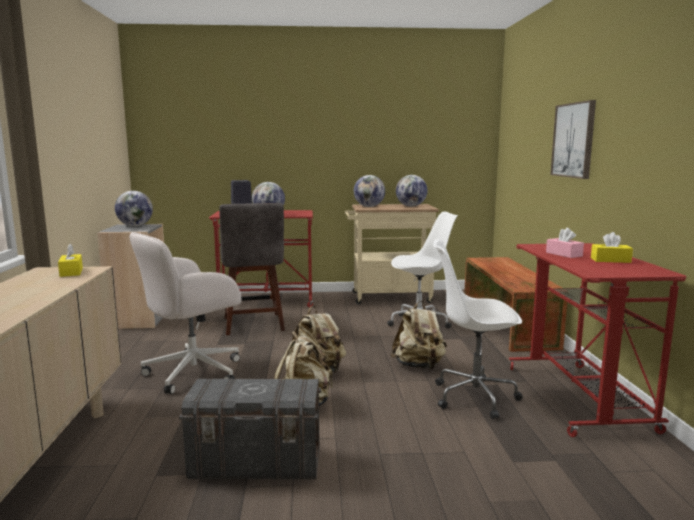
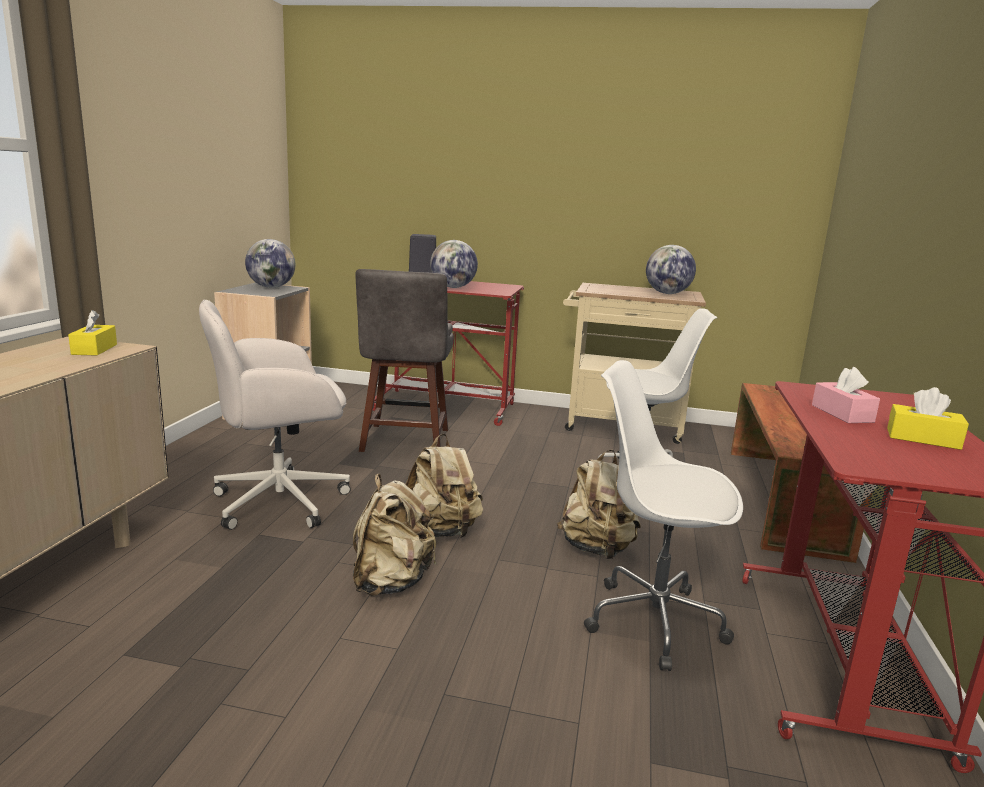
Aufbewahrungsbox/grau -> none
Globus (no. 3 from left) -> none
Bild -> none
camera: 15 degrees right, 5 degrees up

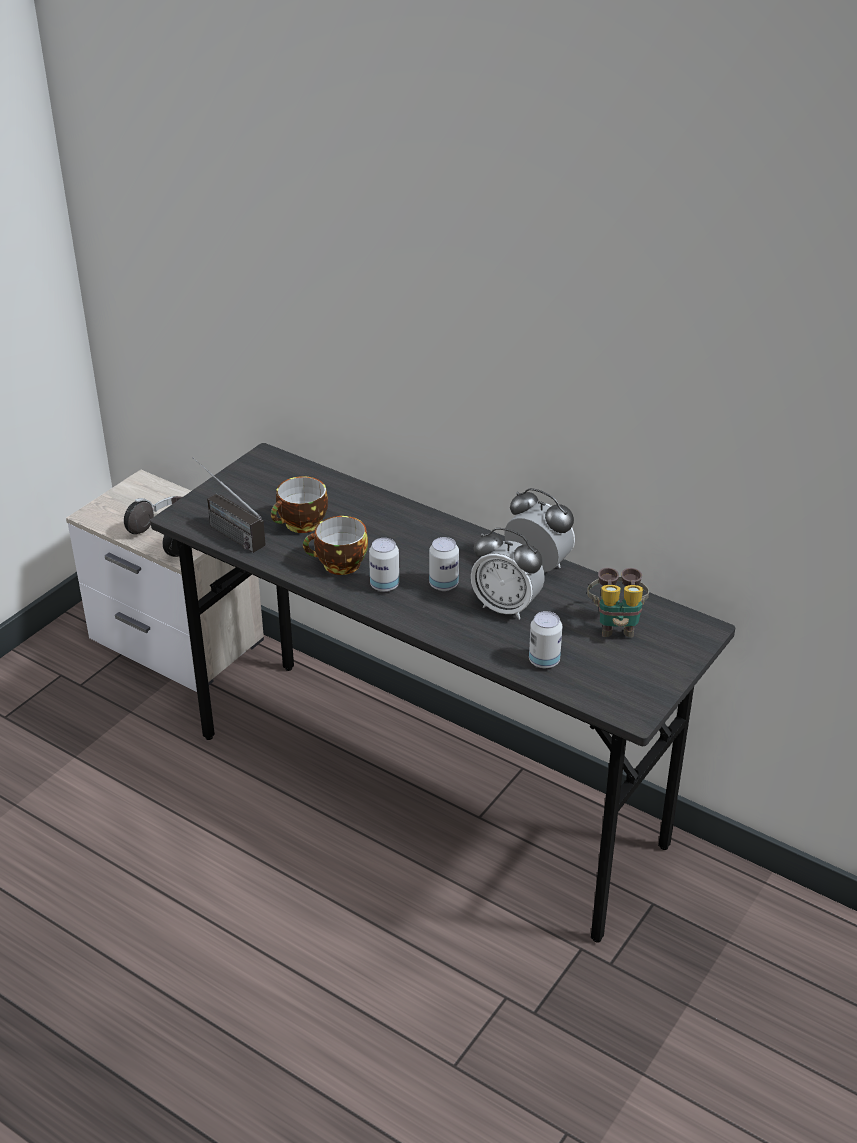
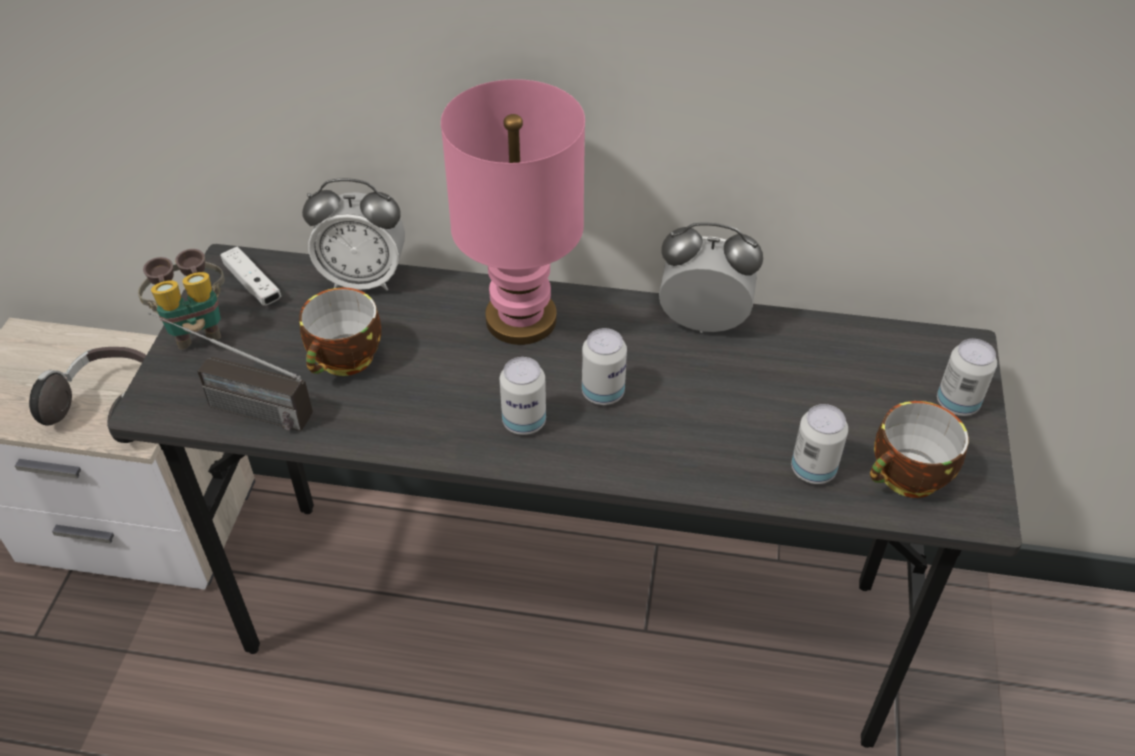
Tasse (no. 2 from left), shifted
Wecker (no. 1 from left), shifted
Fernglas, shifted
none -> Gamepad/weiß
none -> Tischlampe/rosa
none -> Dose (no. 4 from left)
camera: 25 degrees left, 10 degrees up

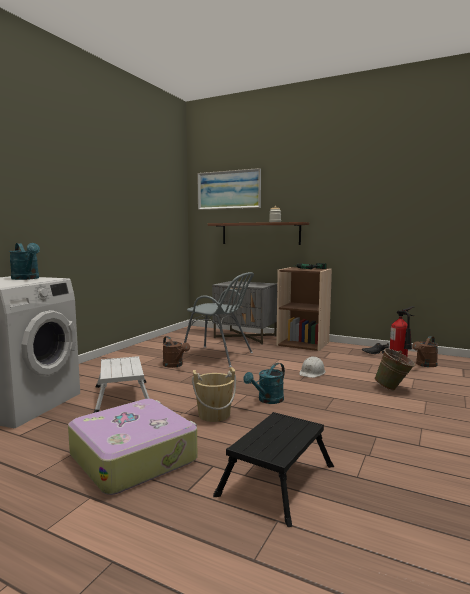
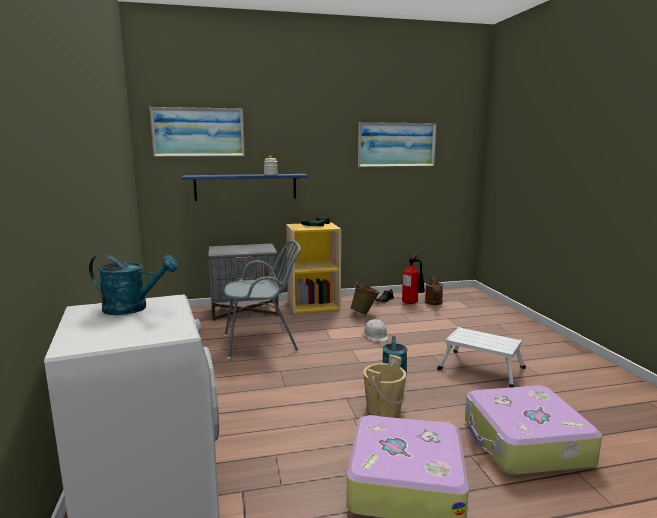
Trittleiter/weiß, shifted
Gießkanne/braun (no. 1 from left) -> none
Wandregal/braun -> Wandregal/blau
Trittleiter/schwarz -> Koffer (no. 2 from left)
Bücherregal/braun -> Bücherregal/gelb
Eimer/grün, shifted
none -> Bild (no. 2 from left)
camera: 40 degrees left, 5 degrees up

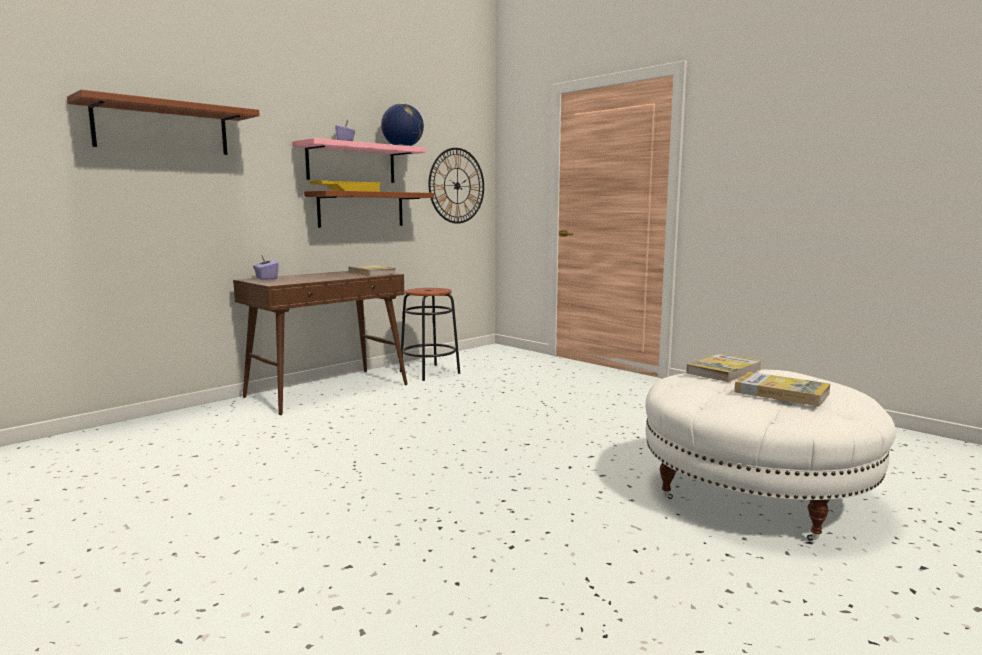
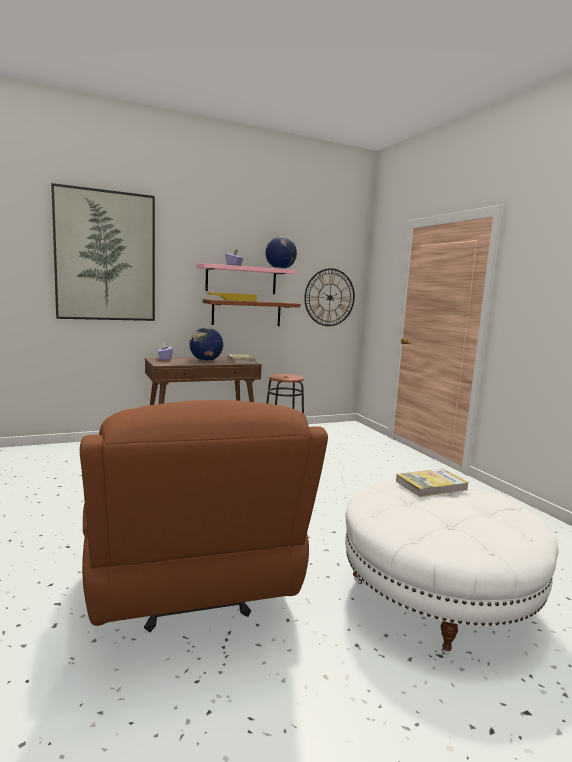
Wandregal/braun (no. 1 from left) -> Bild
Buch (no. 3 from left) -> none
none -> Sessel/braun
none -> Globus (no. 1 from left)
camera: 20 degrees right, 0 degrees up

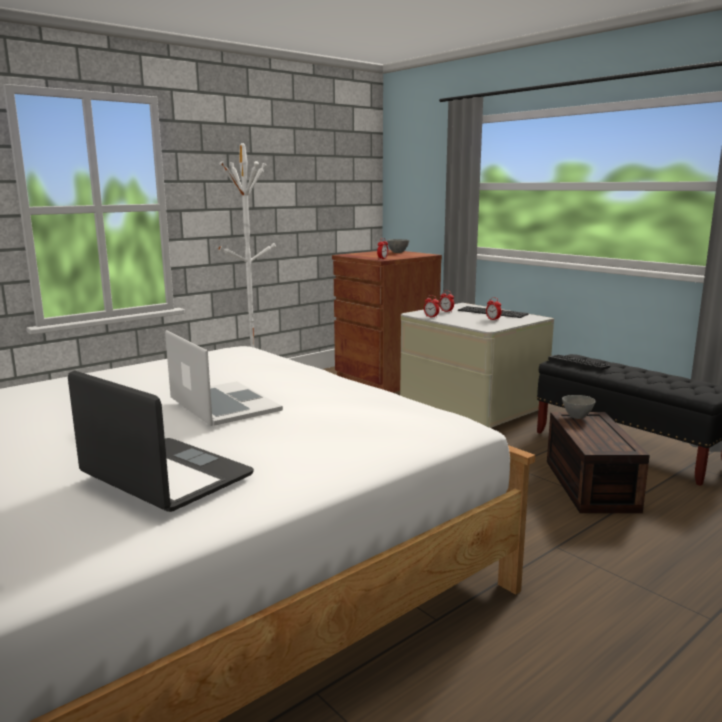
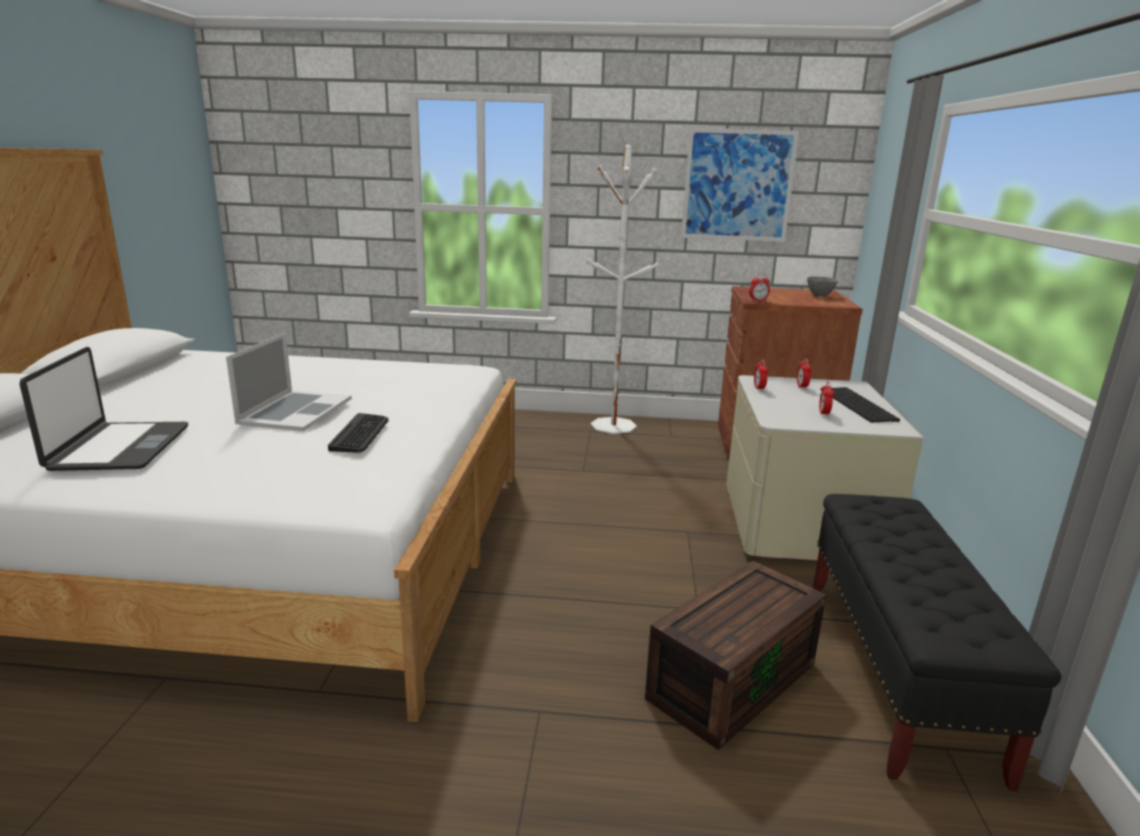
Tastatur (no. 2 from left in the first image) -> Tastatur (no. 1 from left), shifted
Schüssel/grau (no. 2 from left) -> none
none -> Bild
camera: 45 degrees right, 5 degrees up

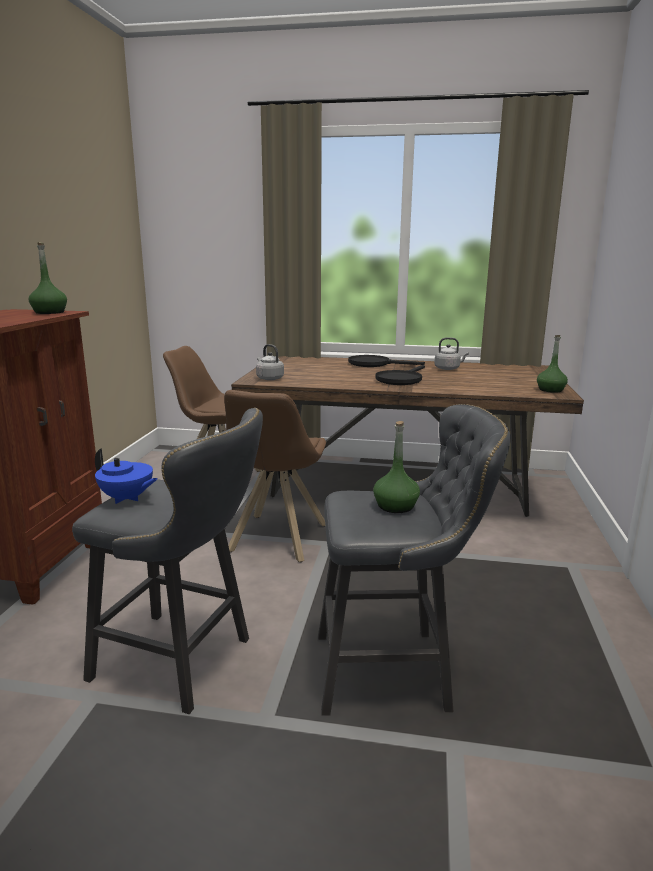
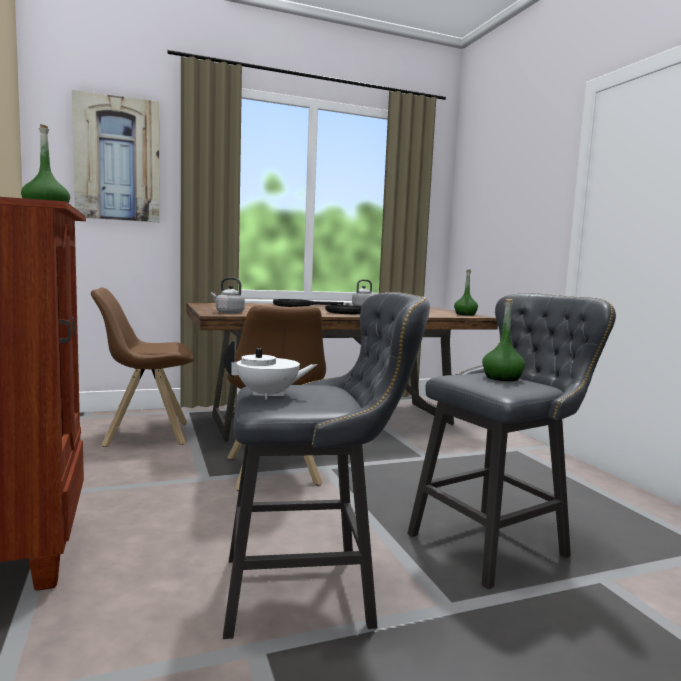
Teekanne/blau -> Teekanne/weiß
none -> Bild
camera: 30 degrees left, 10 degrees down

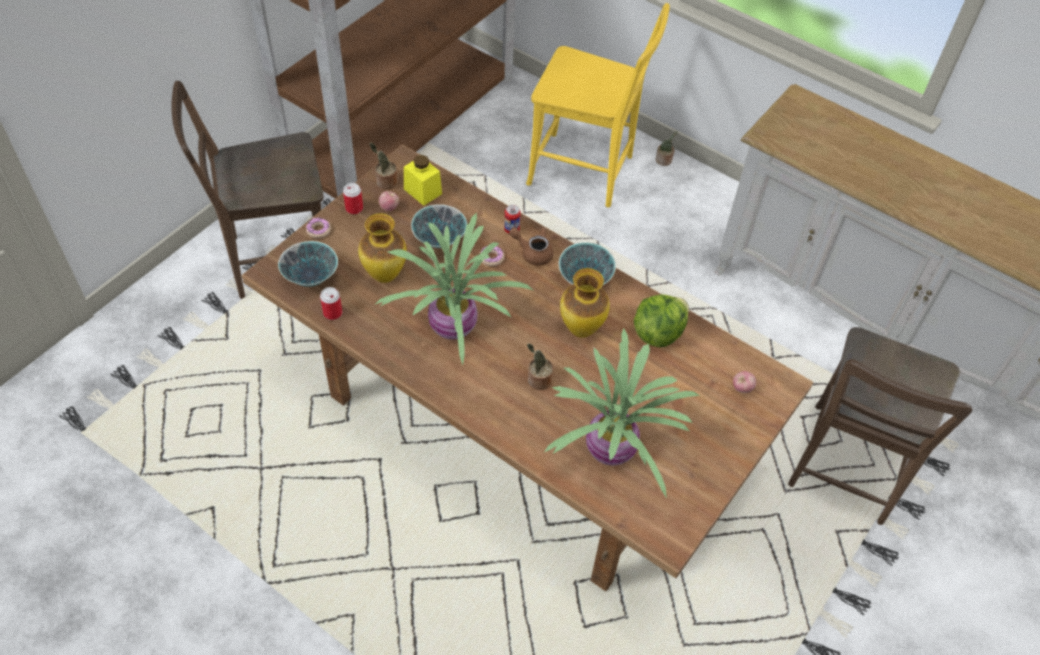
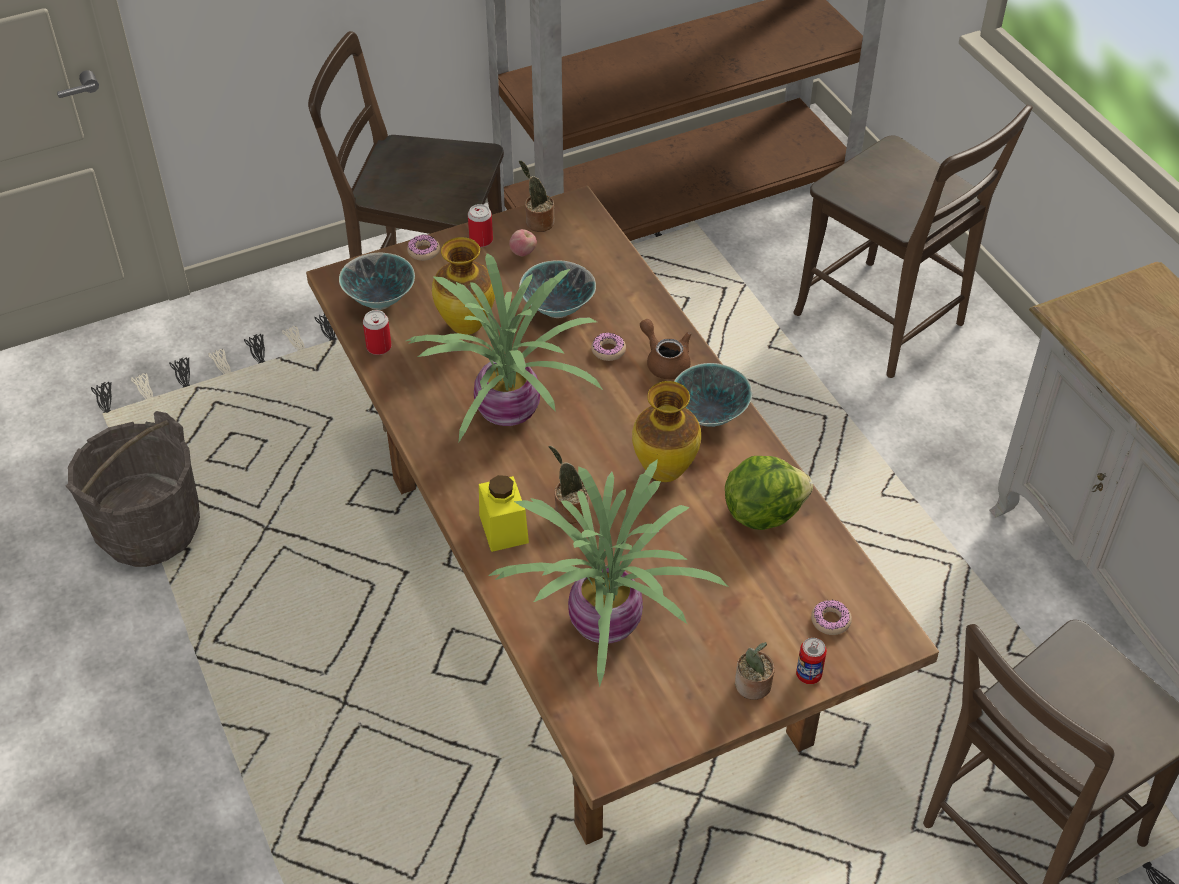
Vorratsglas/gelb, shifted
Dose (no. 3 from left), shifted
Stuhl/gelb -> Stuhl/braun (no. 2 from left)
Topfpflanze (no. 5 from left), shifted
Apfel (no. 2 from left) -> Donut (no. 3 from left)
none -> Eimer/grau
camera: 30 degrees right, 5 degrees down

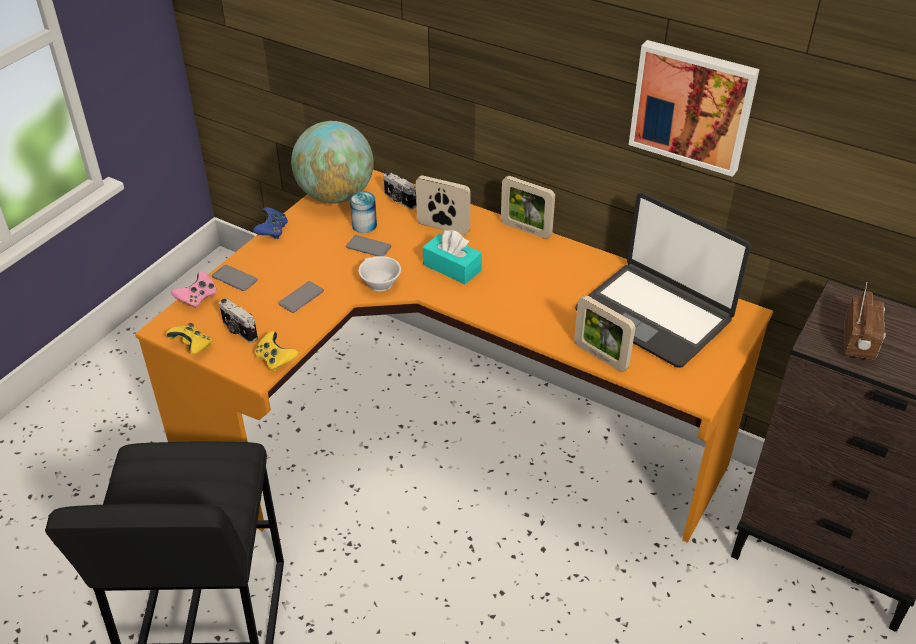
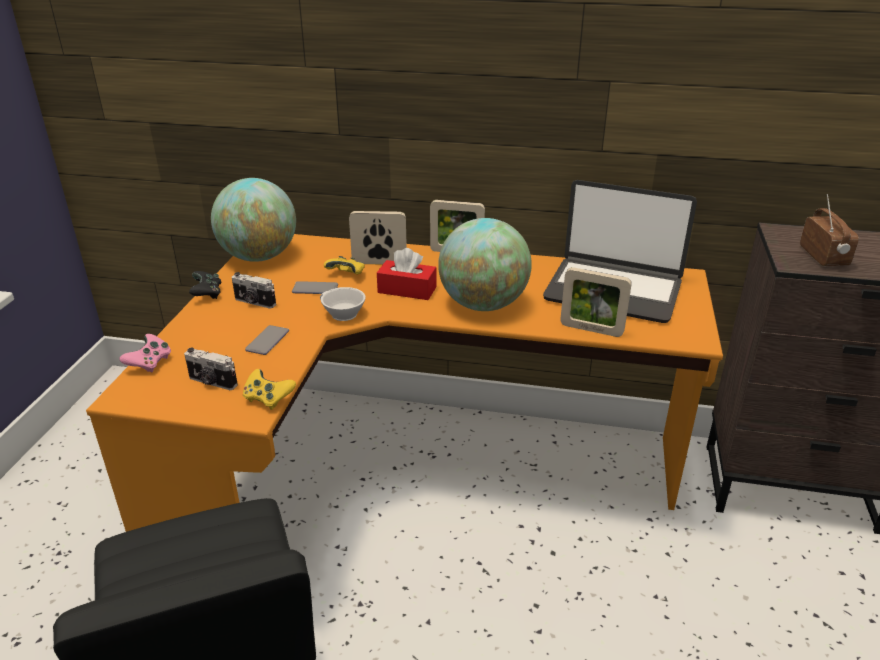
Gamepad/gelb (no. 1 from left in the first image) -> Gamepad/gelb (no. 2 from left), shifted
Handy (no. 1 from left) -> none
Gamepad/blau -> Gamepad/schwarz
Dose -> none
Kamera (no. 2 from left), shifted
Taschentuchbox/türkis -> Taschentuchbox/rot
Bild -> none
none -> Globus (no. 2 from left)
camera: 20 degrees left, 10 degrees down

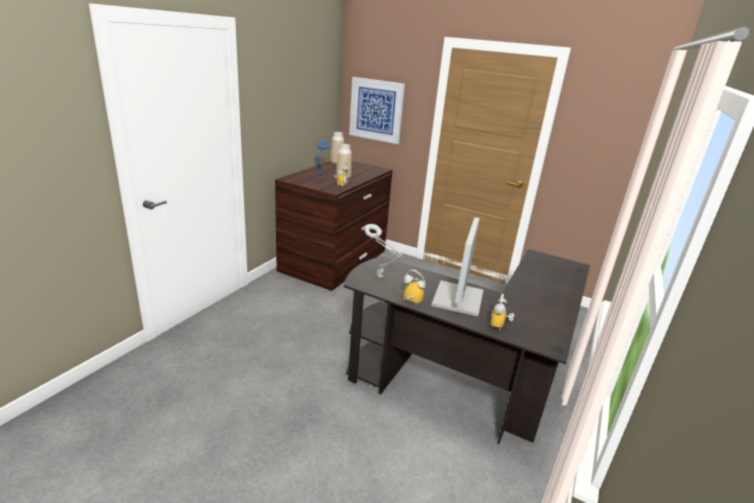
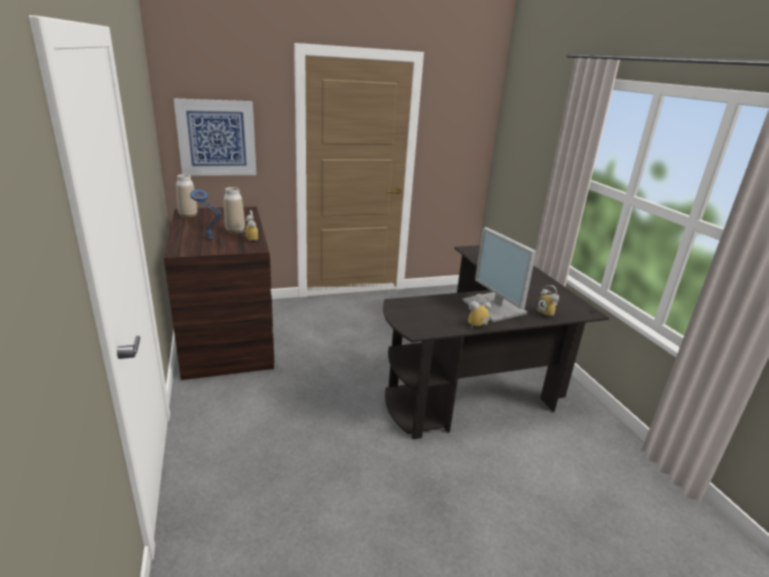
Tischlampe/grau -> none
camera: 45 degrees left, 0 degrees up

